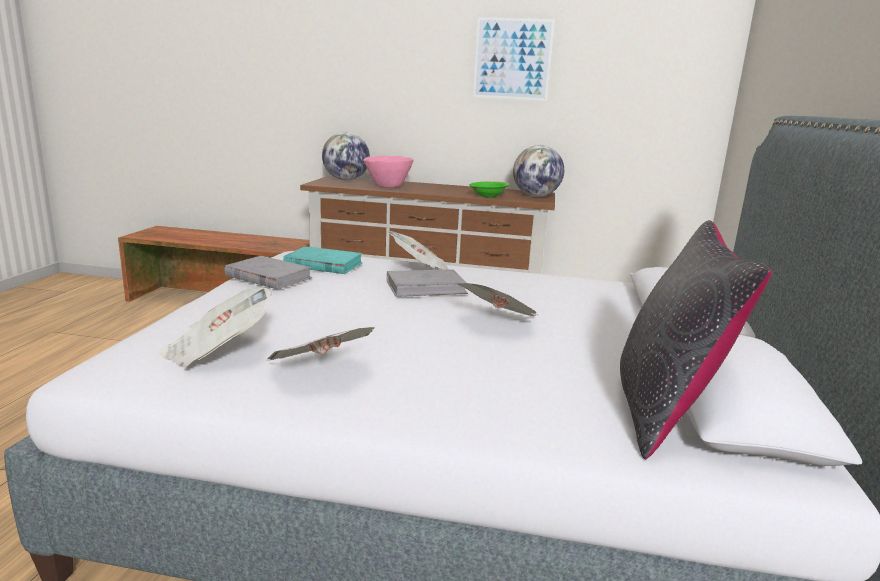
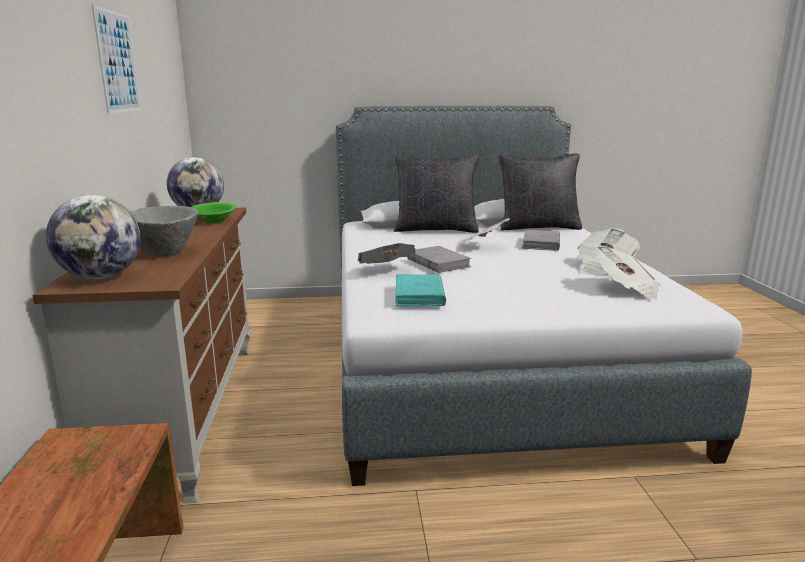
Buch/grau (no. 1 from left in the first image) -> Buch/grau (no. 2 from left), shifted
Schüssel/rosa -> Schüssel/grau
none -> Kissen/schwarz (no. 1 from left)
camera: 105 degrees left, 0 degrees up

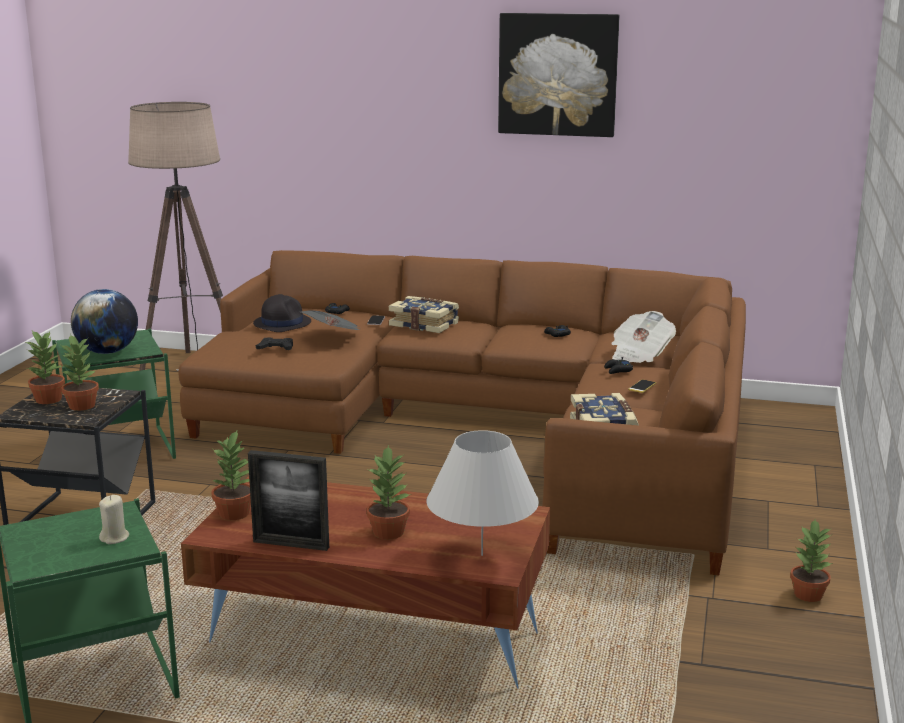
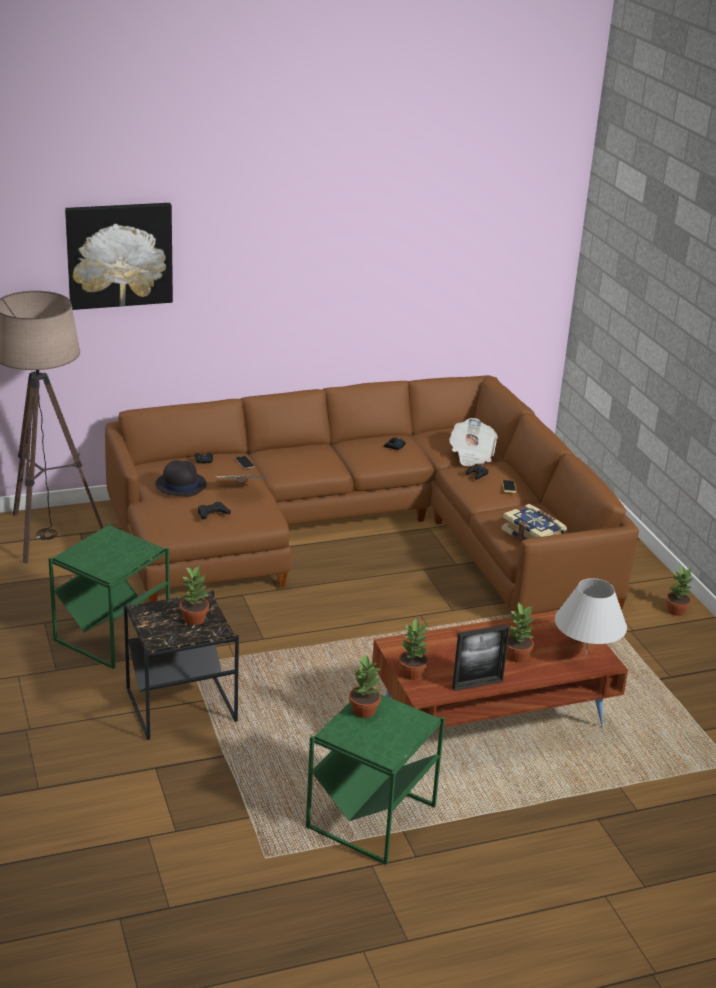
Topfpflanze (no. 1 from left in the first image) -> Topfpflanze (no. 2 from left), shifted
Globus -> none
Kerze/beige -> none
Buch (no. 1 from left) -> none
Bild, shifted
camera: 35 degrees left, 10 degrees up

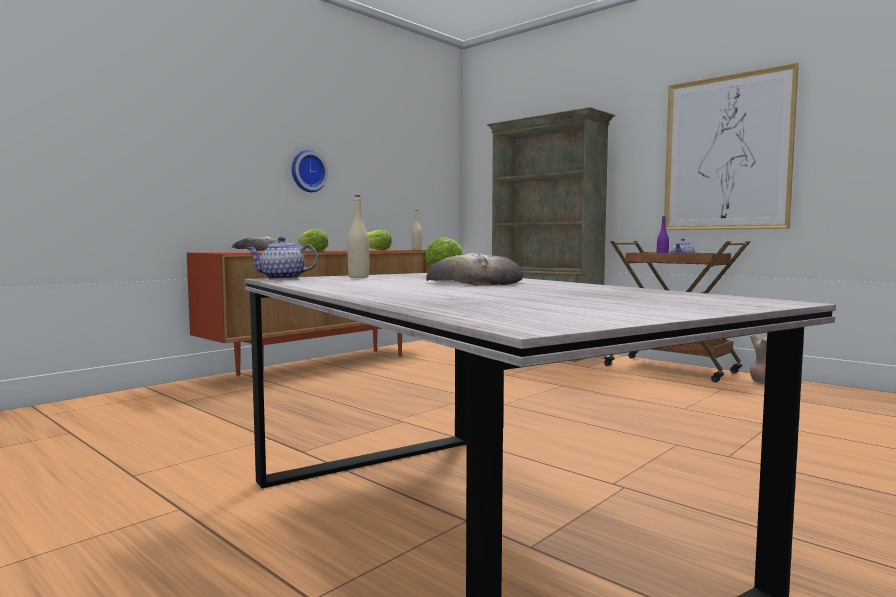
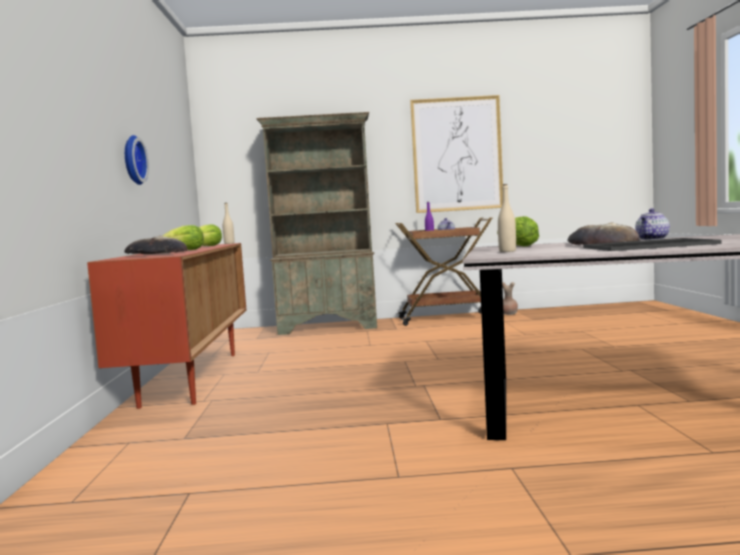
Teekanne (no. 1 from left in the first image) -> Teekanne (no. 2 from left), shifted
none -> Tablett
camera: 45 degrees left, 0 degrees up

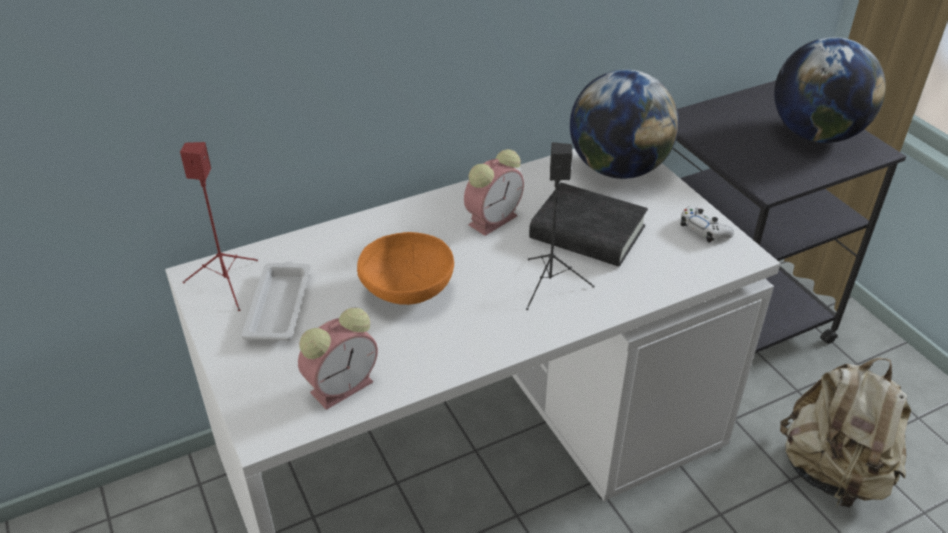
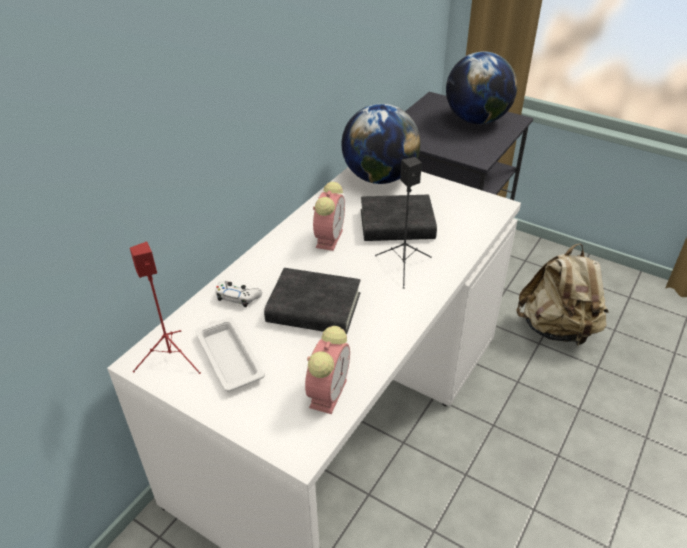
Schüssel/orange -> Buch/schwarz (no. 1 from left)
Gamepad/weiß, shifted
camera: 30 degrees left, 0 degrees up

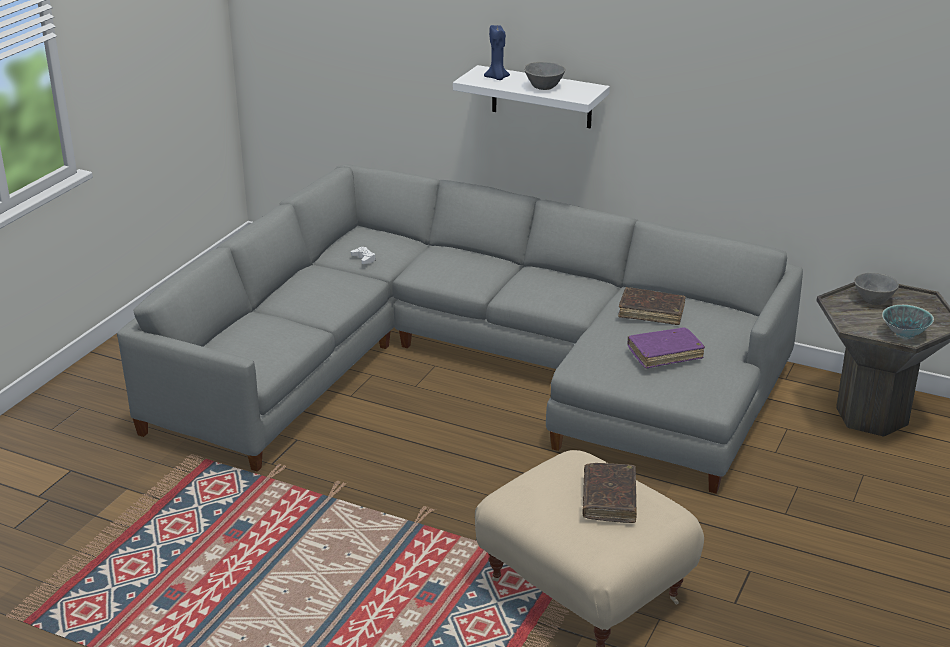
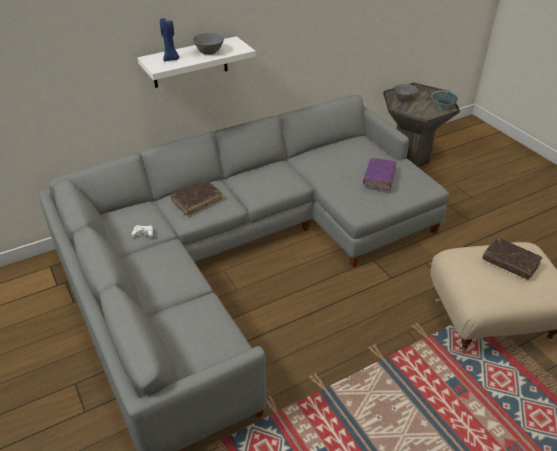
Buch/braun (no. 2 from left in the first image) -> Buch/braun (no. 1 from left), shifted
camera: 55 degrees left, 10 degrees up

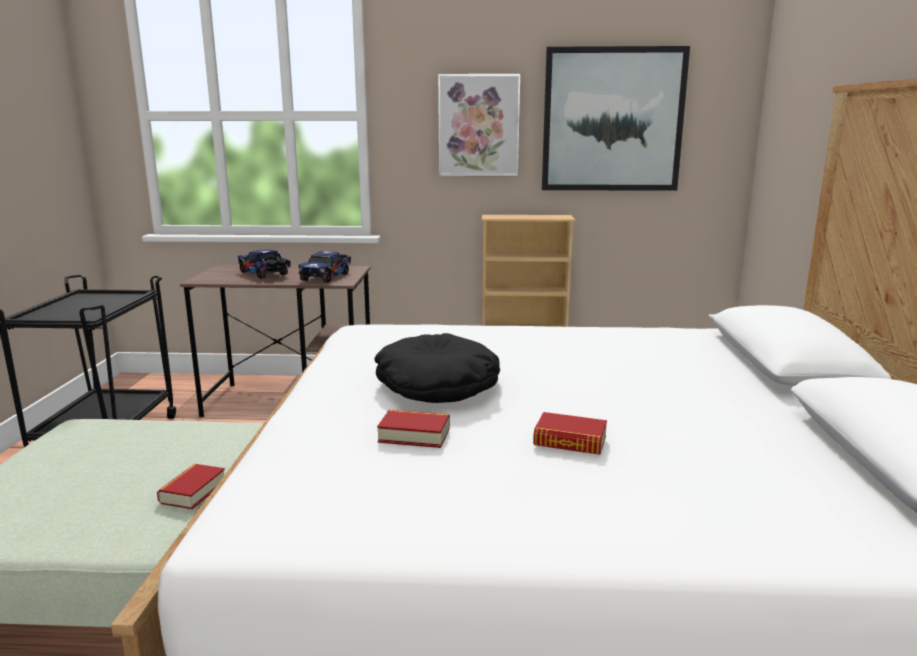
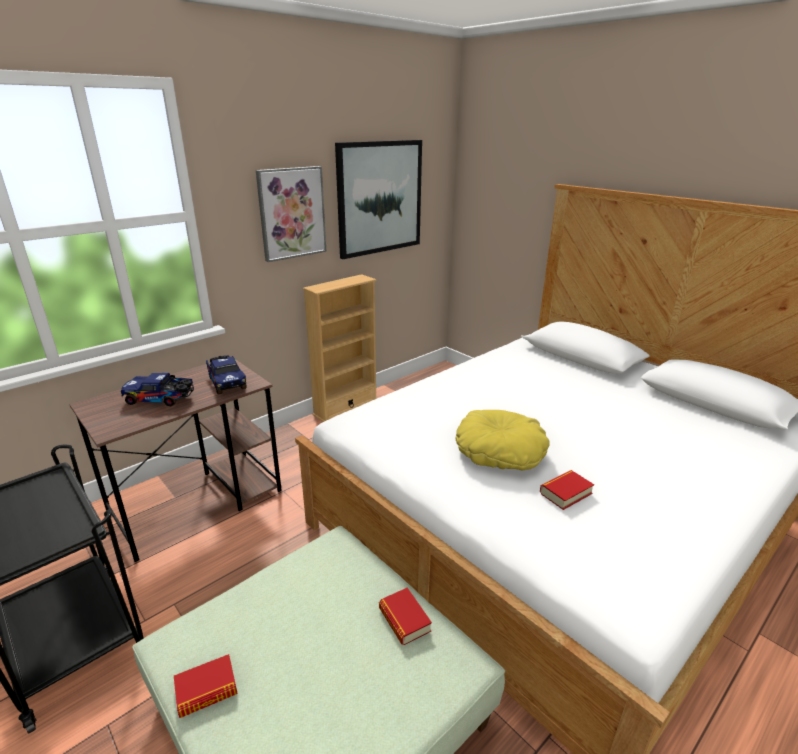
Kissen/schwarz -> Kissen/gelb
Buch (no. 3 from left in the first image) -> Buch (no. 1 from left), shifted
camera: 45 degrees left, 10 degrees up

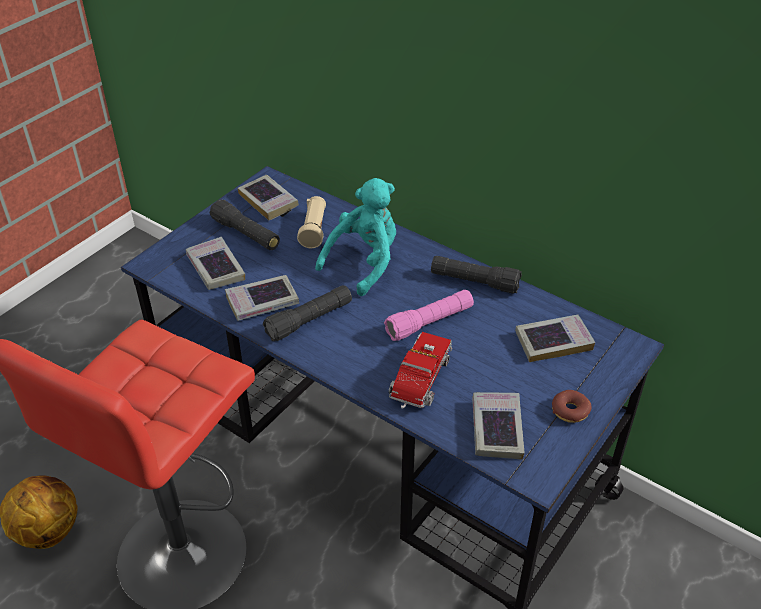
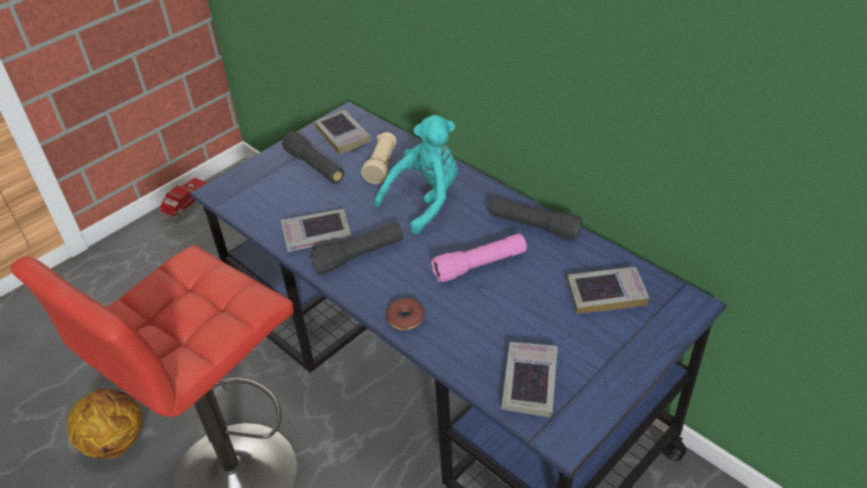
Buch (no. 1 from left) -> none
Spielzeuglaster, shifted
Donut, shifted
camera: 10 degrees right, 0 degrees up

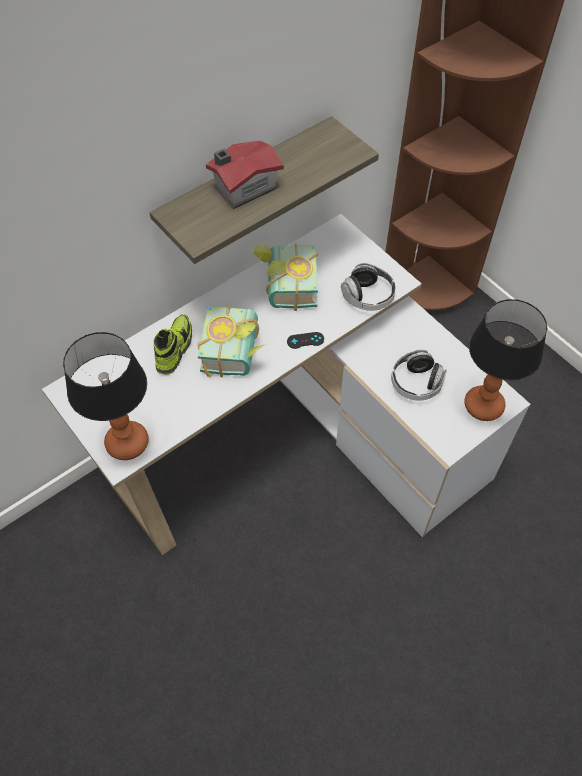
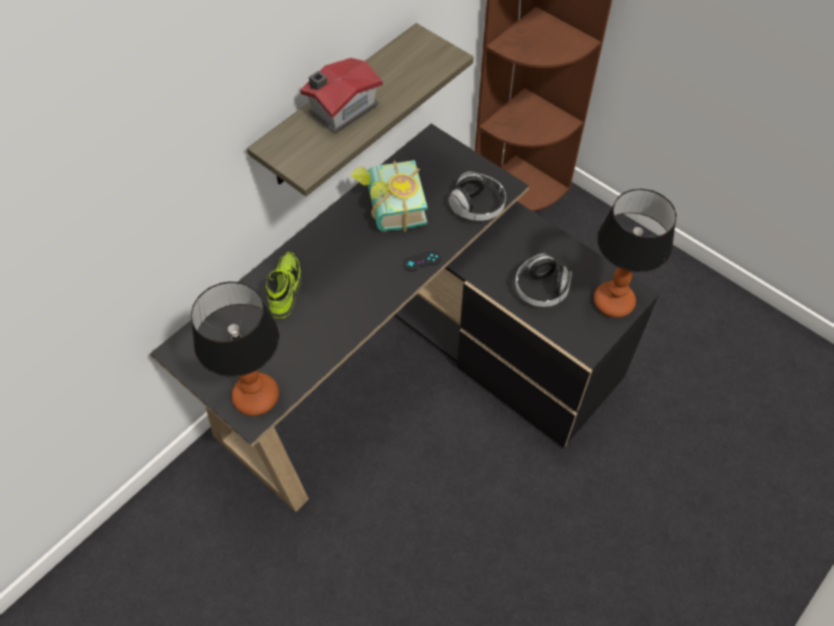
Schreibtisch/weiß -> Schreibtisch/schwarz
Buch (no. 1 from left) -> none
camera: 10 degrees left, 0 degrees up

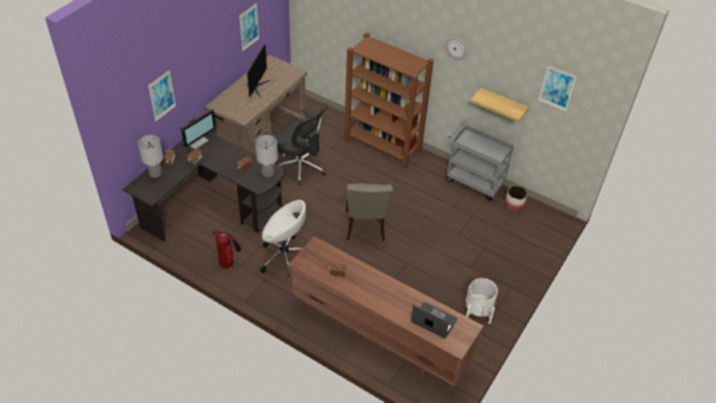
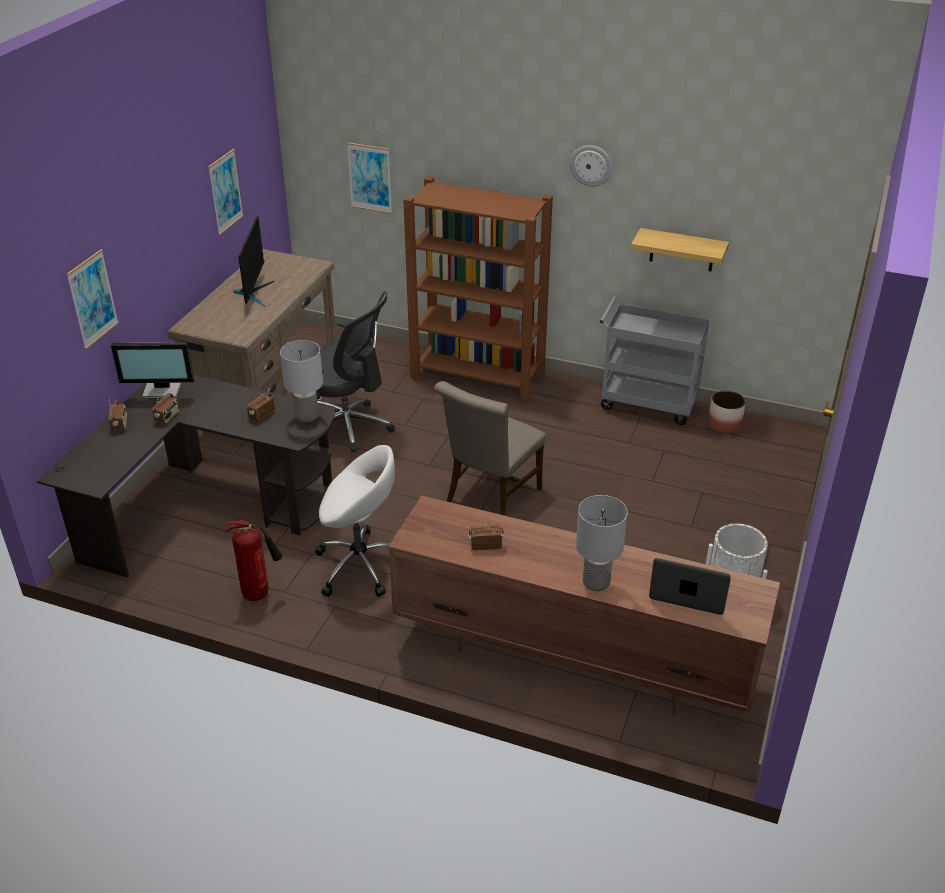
Tischlampe/grau (no. 1 from left in the first image) -> Tischlampe/grau (no. 2 from left), shifted
Monitor (no. 1 from left), 60 degrees clockwise
Stuhl/beige, 45 degrees clockwise
Bild (no. 3 from left), shifted
camera: 10 degrees left, 10 degrees down

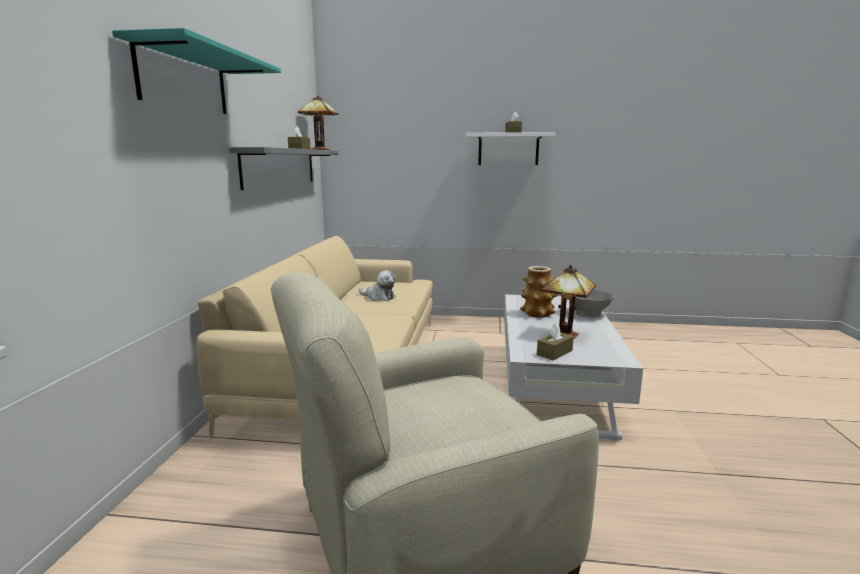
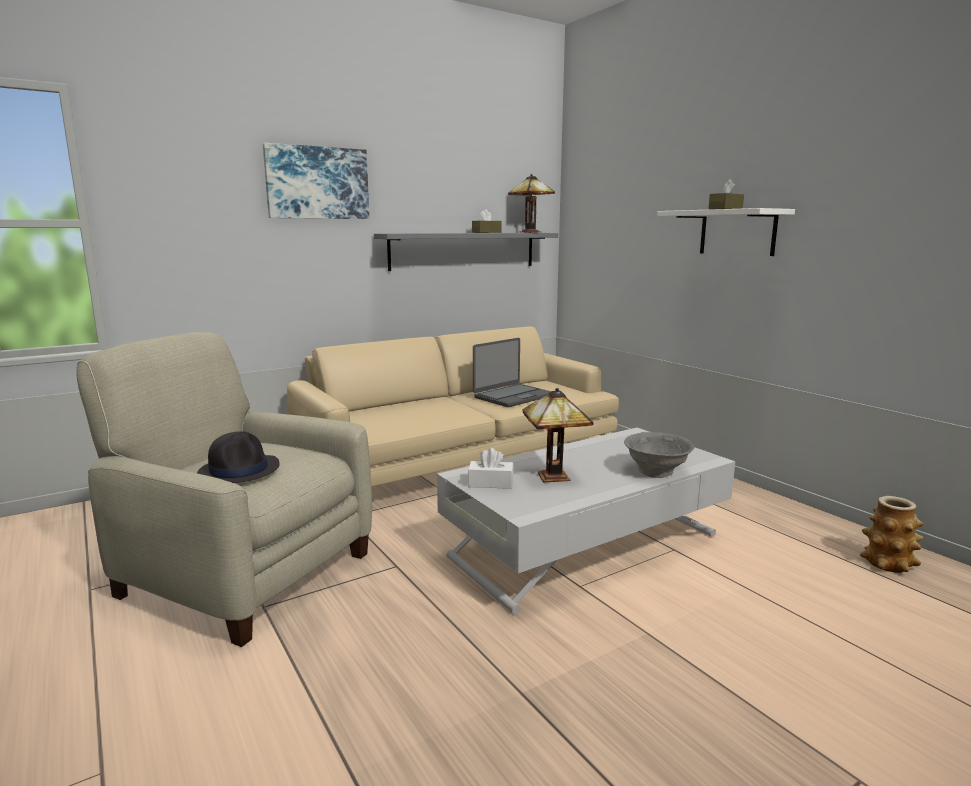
Wandregal/türkis -> Bild
Plüschtier -> Laptop
Vase, shifted
Taschentuchbox/braun (no. 3 from left) -> Taschentuchbox/weiß
none -> Hut/schwarz
camera: 50 degrees right, 0 degrees up

